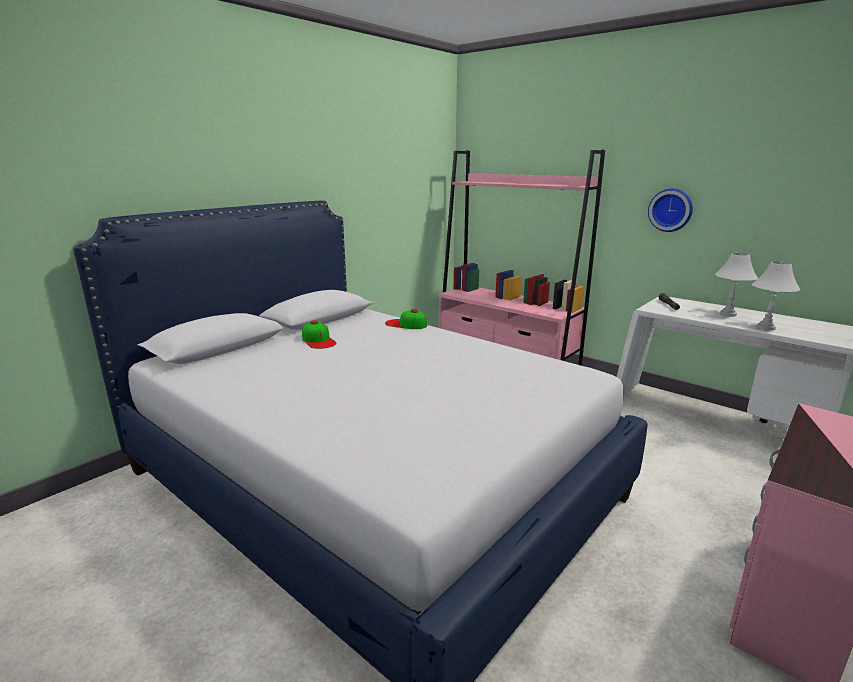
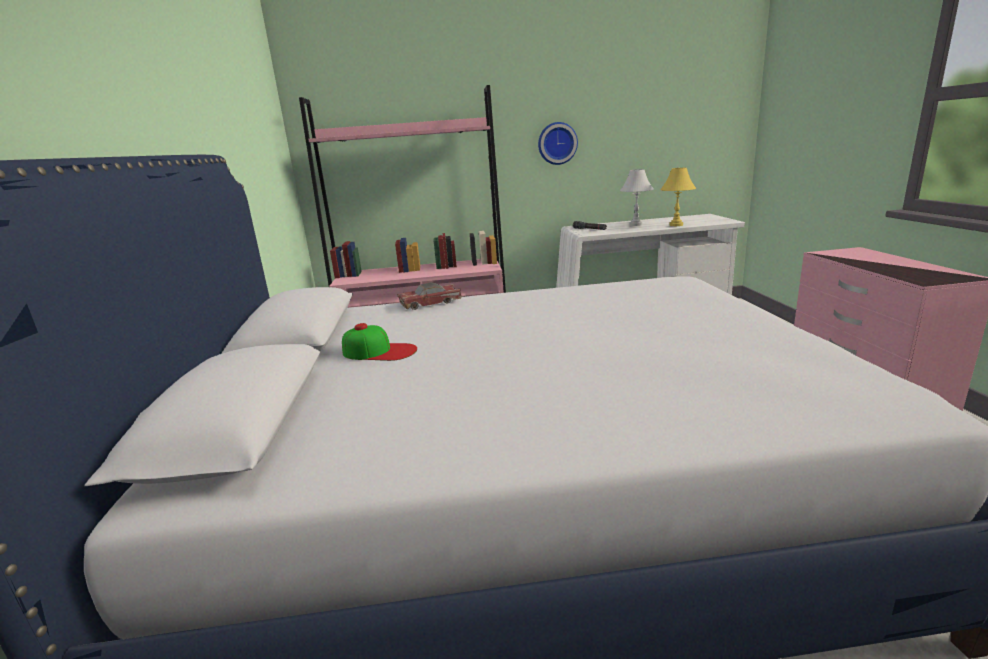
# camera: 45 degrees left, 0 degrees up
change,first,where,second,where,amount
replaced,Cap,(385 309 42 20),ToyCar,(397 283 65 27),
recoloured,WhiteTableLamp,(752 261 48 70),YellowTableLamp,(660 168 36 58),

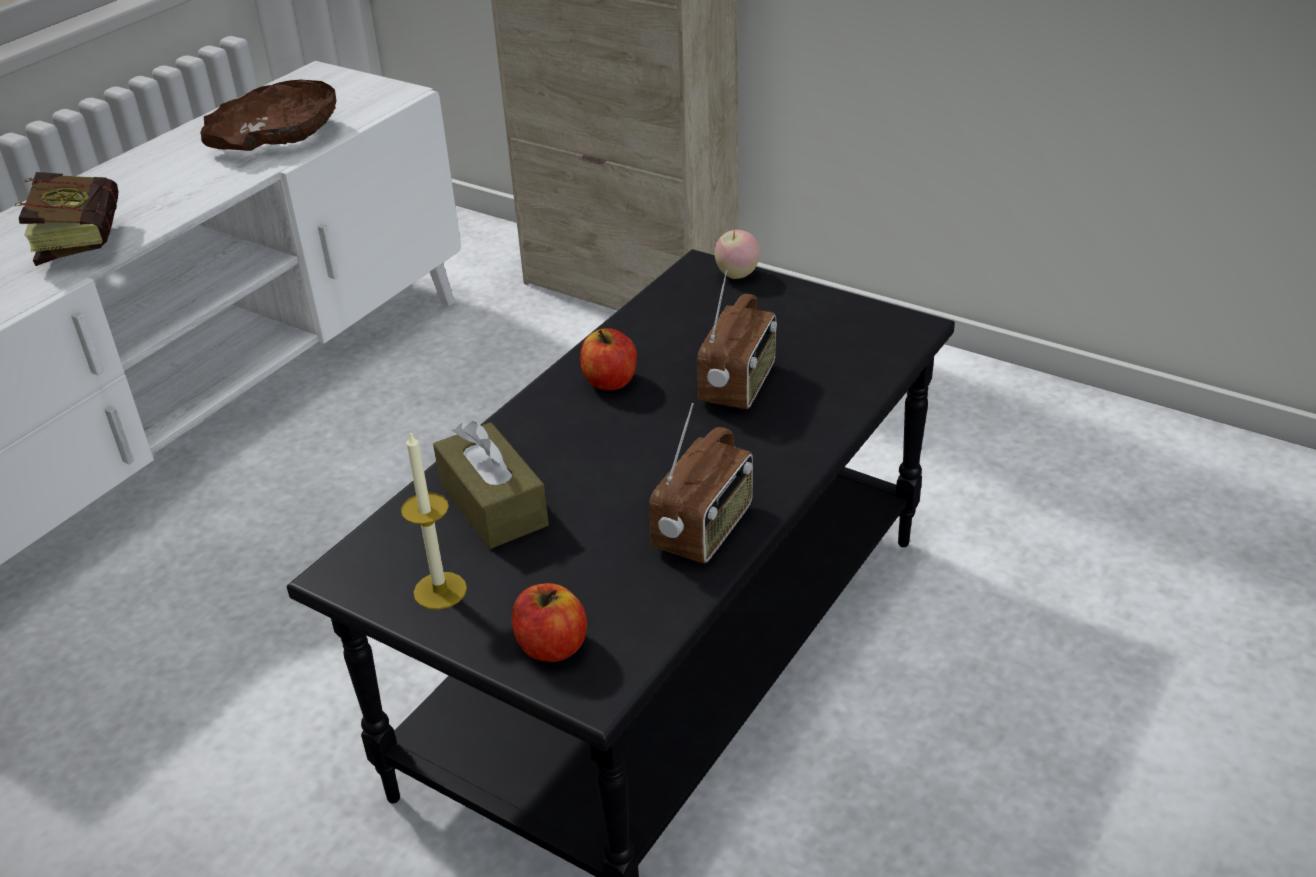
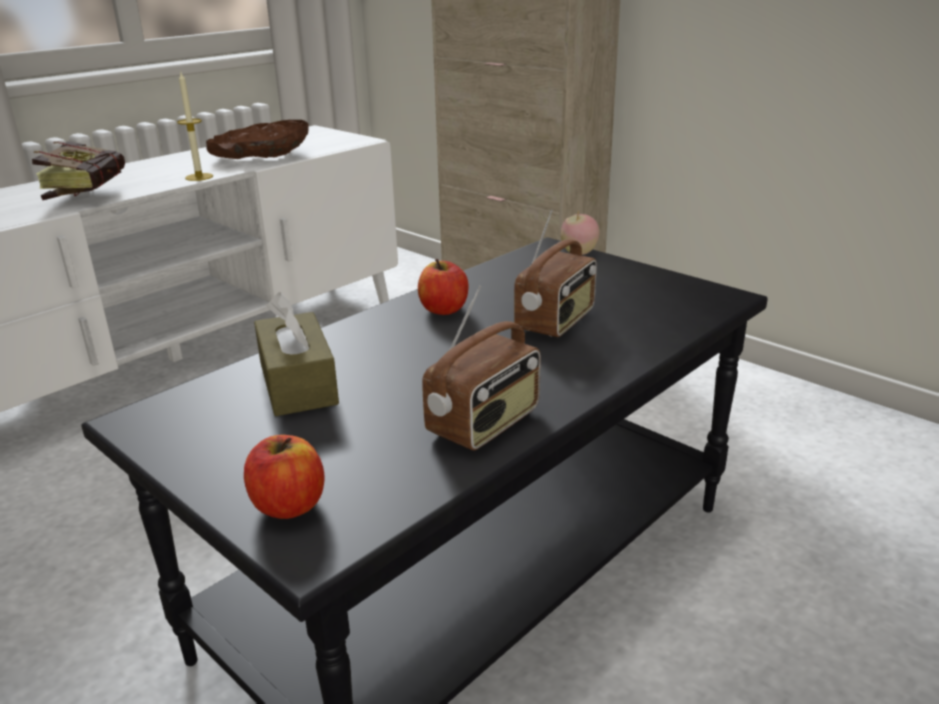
# camera: 10 degrees right, 10 degrees down
change,first,where,second,where,amount
moved,Candle,(401 431 66 179),,(177 73 36 108),

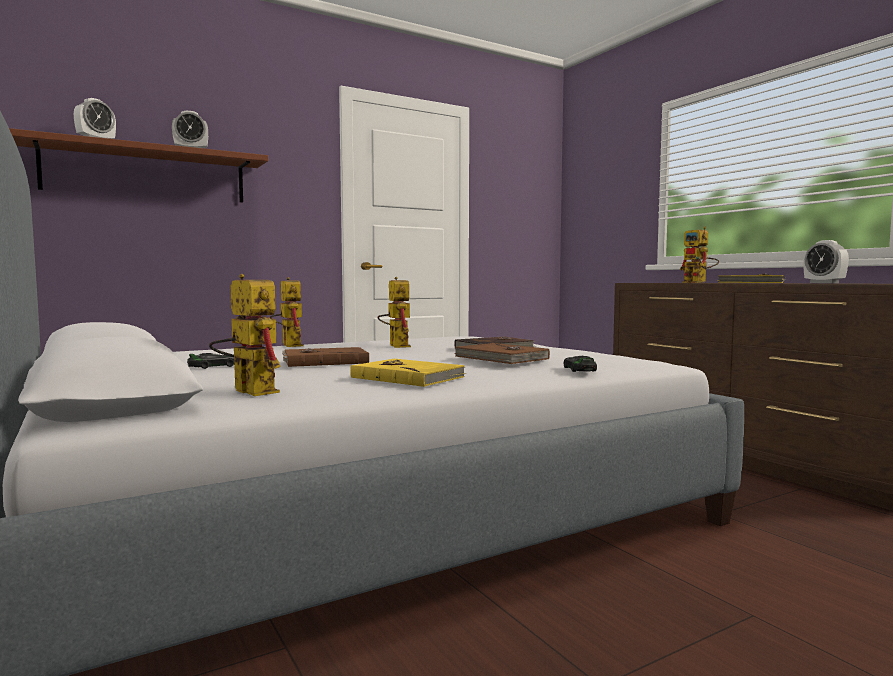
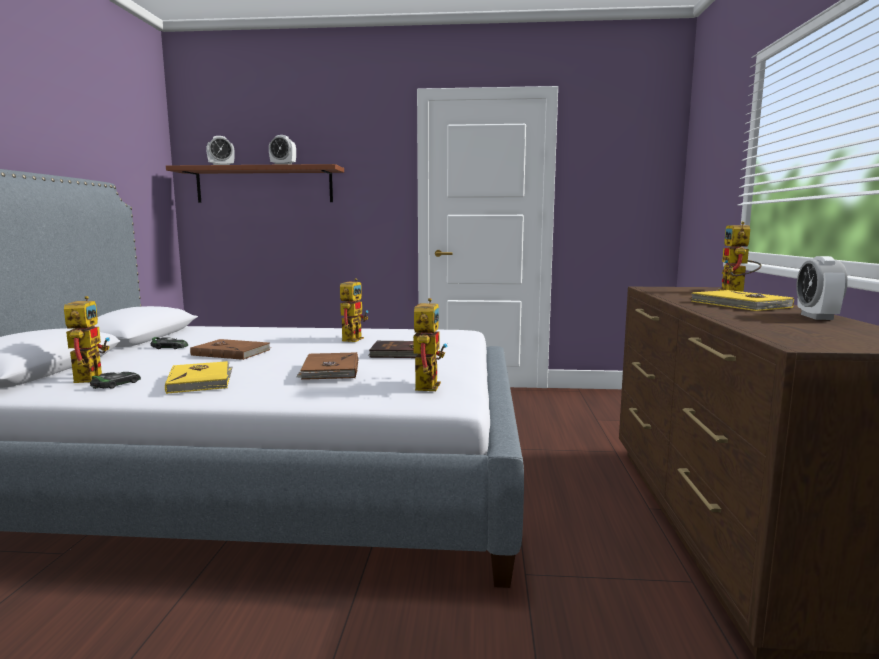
# camera: 35 degrees right, 5 degrees up
change,first,where,second,where,amount
moved,ToyRobot,(270 277 34 70),,(409 298 38 93),
moved,ToyCar,(564 356 33 16),,(90 372 51 17),

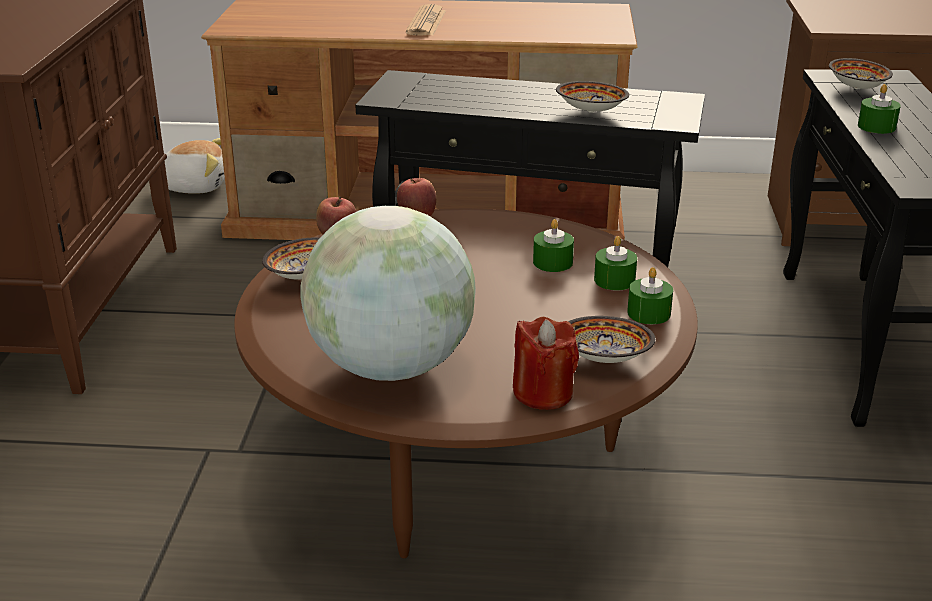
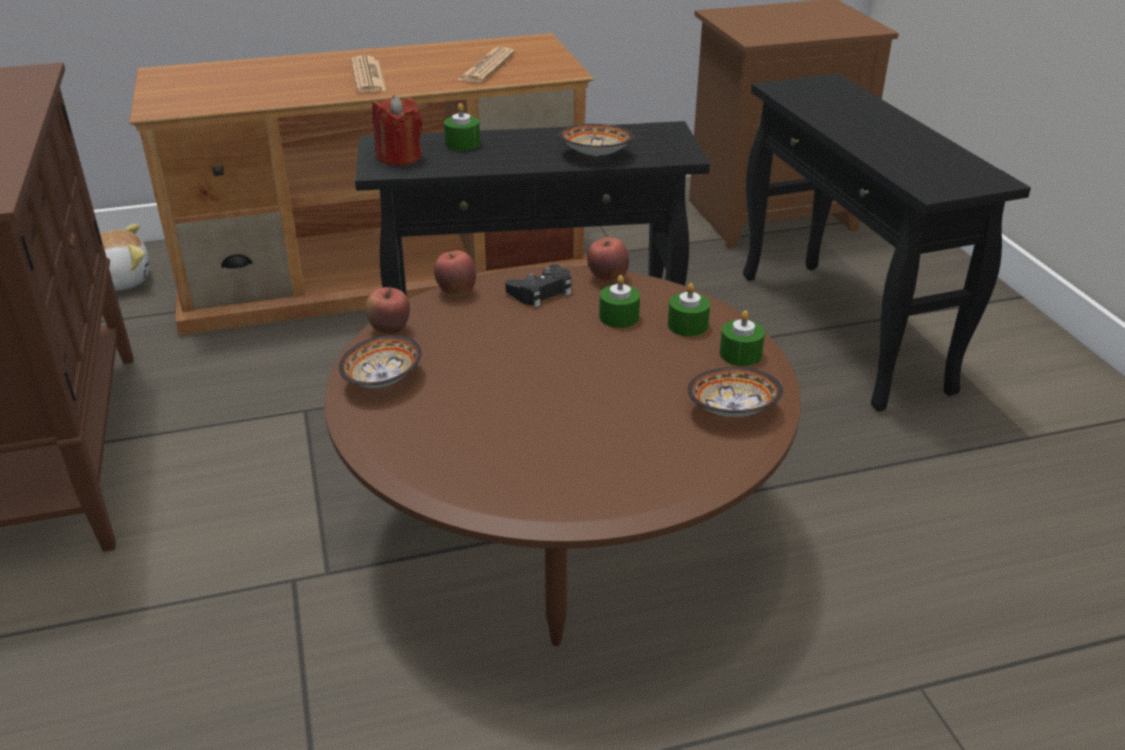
# camera: 20 degrees left, 5 degrees up
change,first,where,second,where,amount
removed,Globe,(300 206 176 175),,,
moved,RedCandle,(513 317 66 93),,(372 95 50 71),
removed,Bowl,(829 58 64 31),,,
moved,GreenCandle,(858 84 43 50),,(444 103 36 48),
added,,,Newspaper,(457 47 58 36),
added,,,BlackGameController,(505 264 67 43),
added,,,Apple,(587 238 42 44),

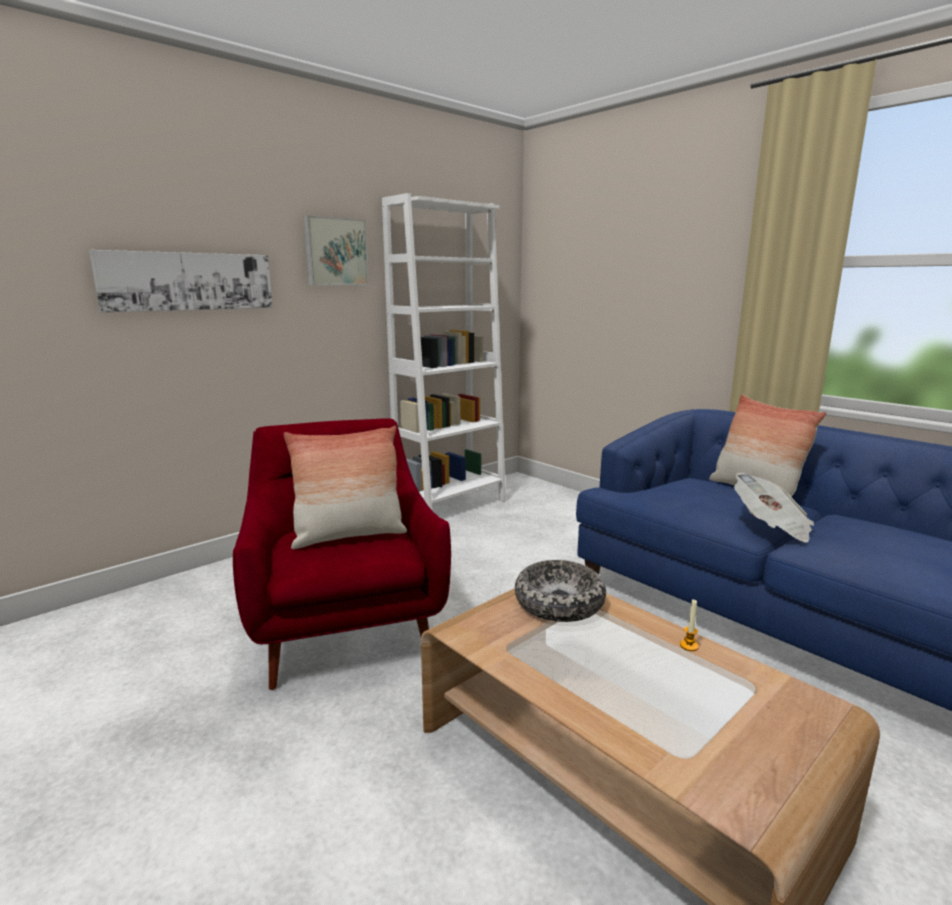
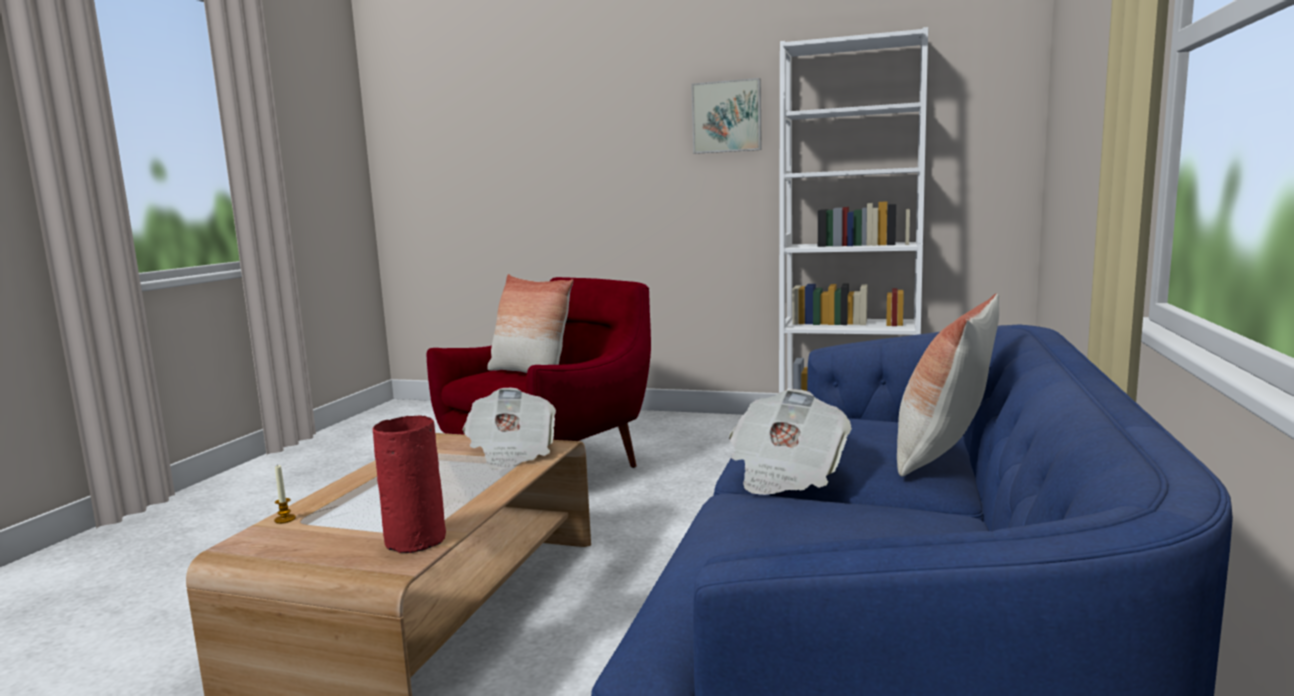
# camera: 60 degrees right, 5 degrees down
change,first,where,second,where,amount
removed,Picture,(89 250 184 63),,,
replaced,Bowl,(515 560 91 62),Newspaper,(463 387 93 83),
moved,Candle,(680 599 19 52),,(274 464 22 60),
added,,,RedVase,(373 415 73 138),

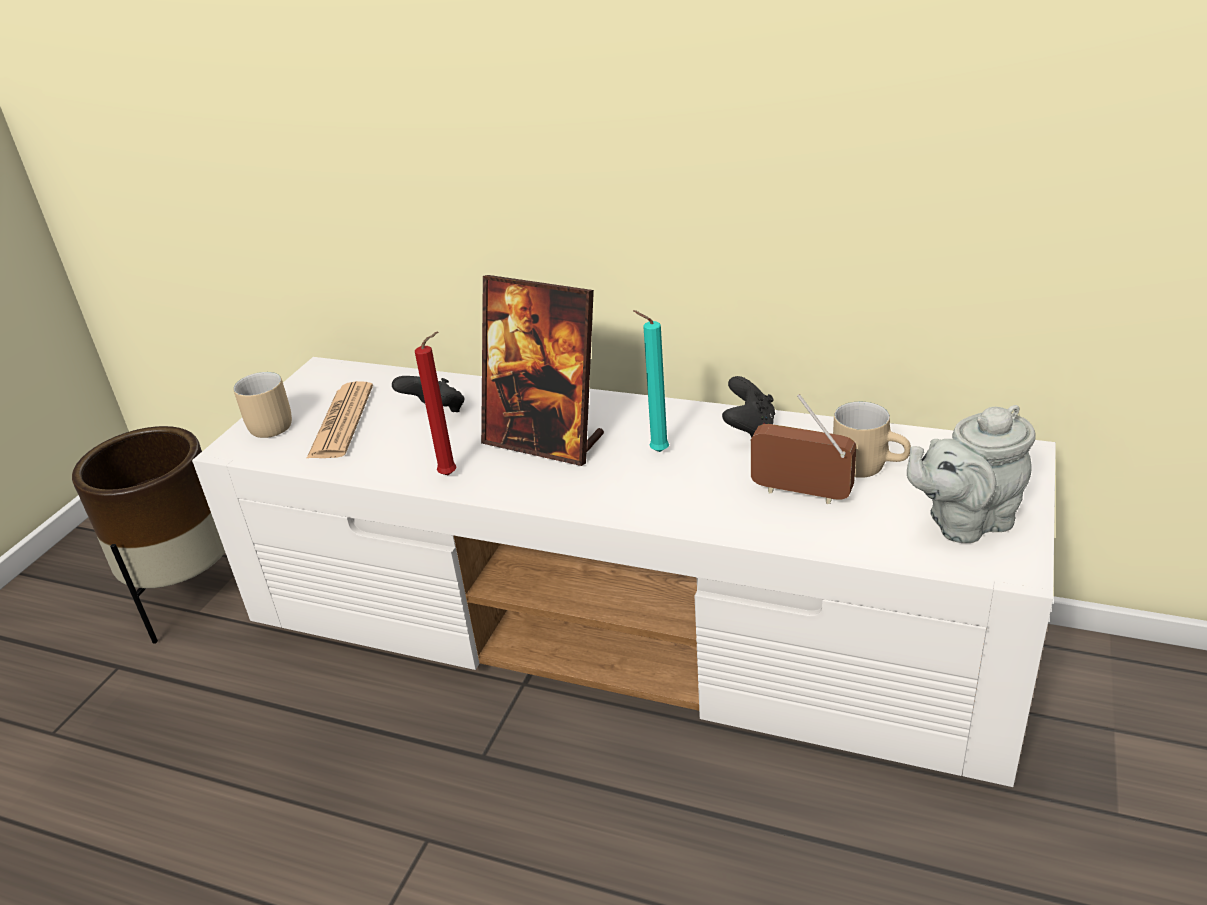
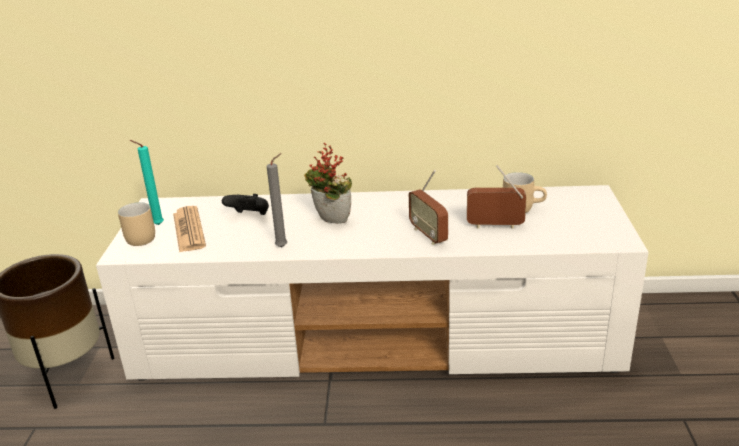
# camera: 20 degrees left, 5 degrees down
change,first,where,second,where,amount
recoloured,RedCandle,(415 332 42 143),GreyCandle,(267 153 20 94),
replaced,PictureFrame,(481 275 123 191),PottedPlant,(304 142 48 82),
moved,TurquoiseCandle,(633 310 36 142),,(130 140 34 85),
removed,BlackGameController,(722 376 53 62),,,
removed,GreyTeapot,(907 405 129 138),,,
added,,,Radio,(409 170 39 75),

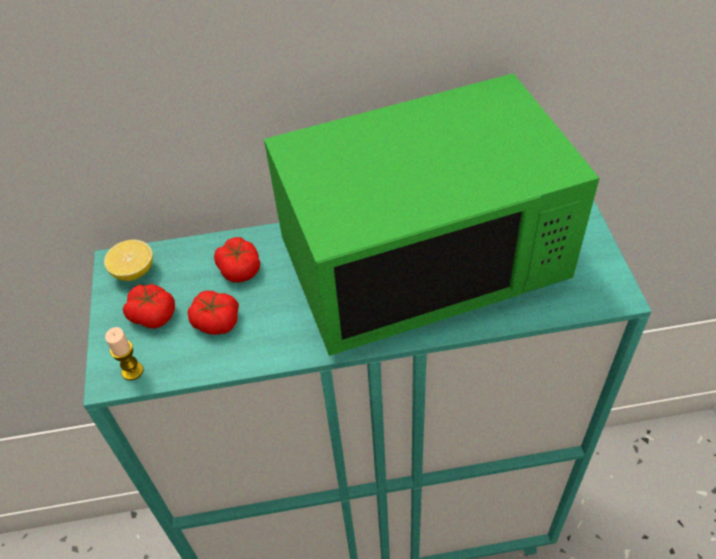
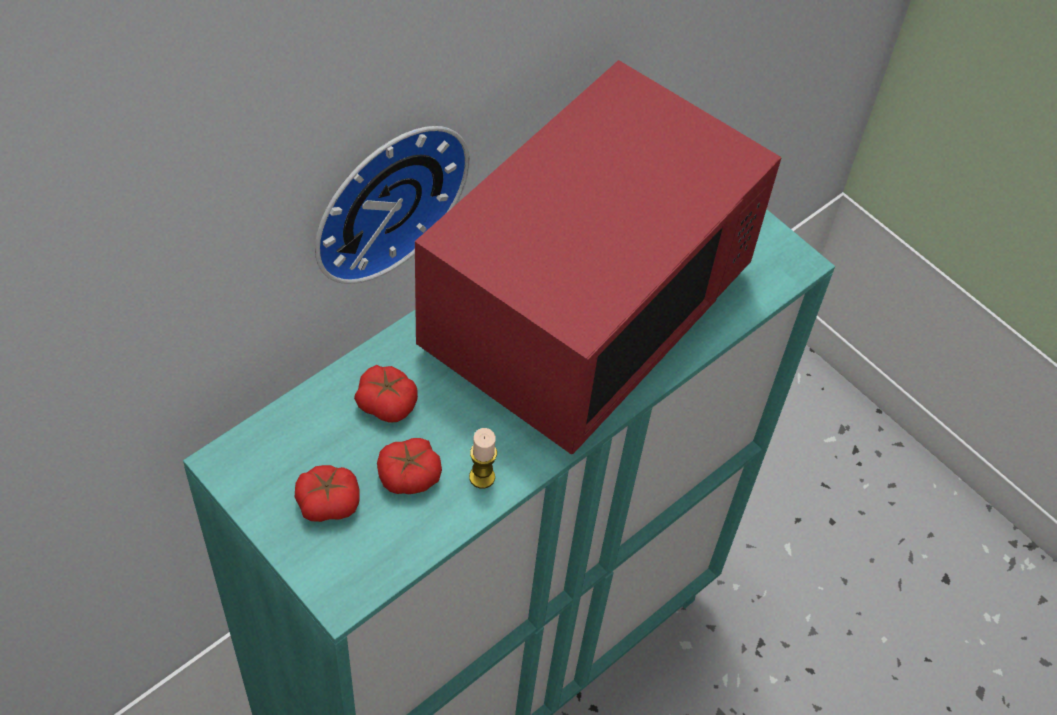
# camera: 40 degrees left, 5 degrees up
change,first,where,second,where,amount
removed,Lemon,(104 240 49 41),,,
moved,Candle,(105 327 38 54),,(469 428 28 61),
recoloured,GreenMicrowave,(264 73 335 283),RedMicrowave,(415 60 367 394),
added,,,WallClock,(315 126 155 158),

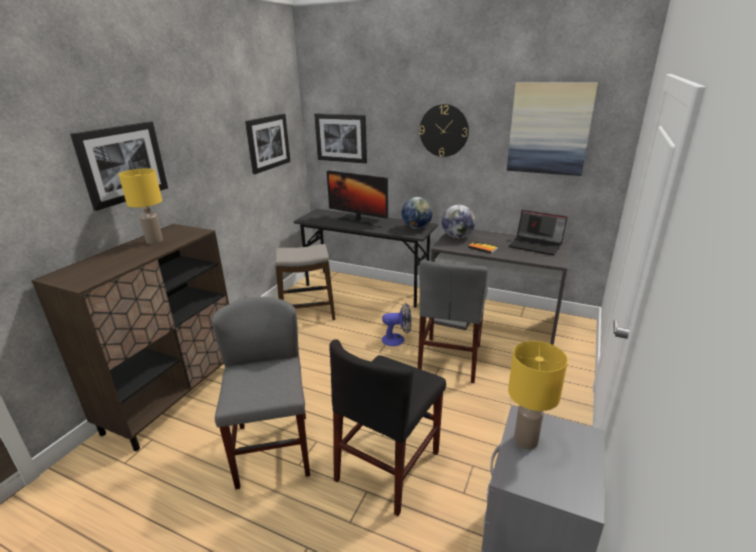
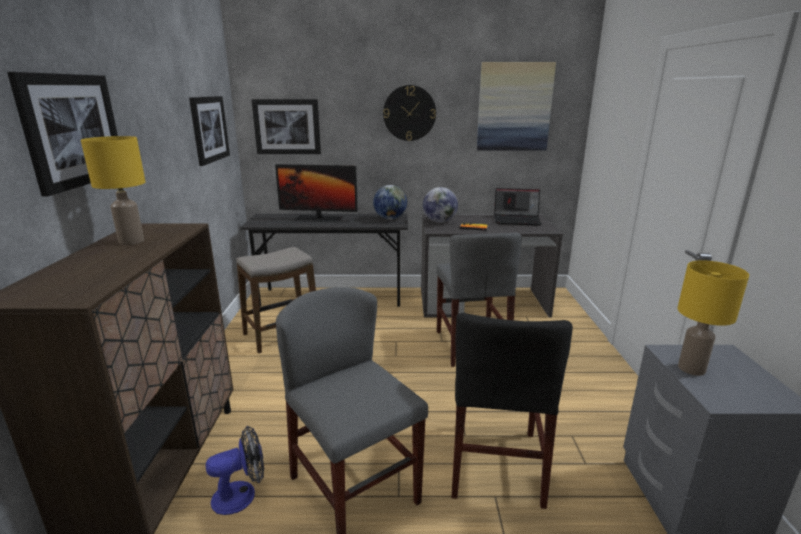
# camera: 25 degrees left, 5 degrees down
change,first,where,second,where,amount
moved,Fan,(382 303 30 43),,(205 426 59 89),

